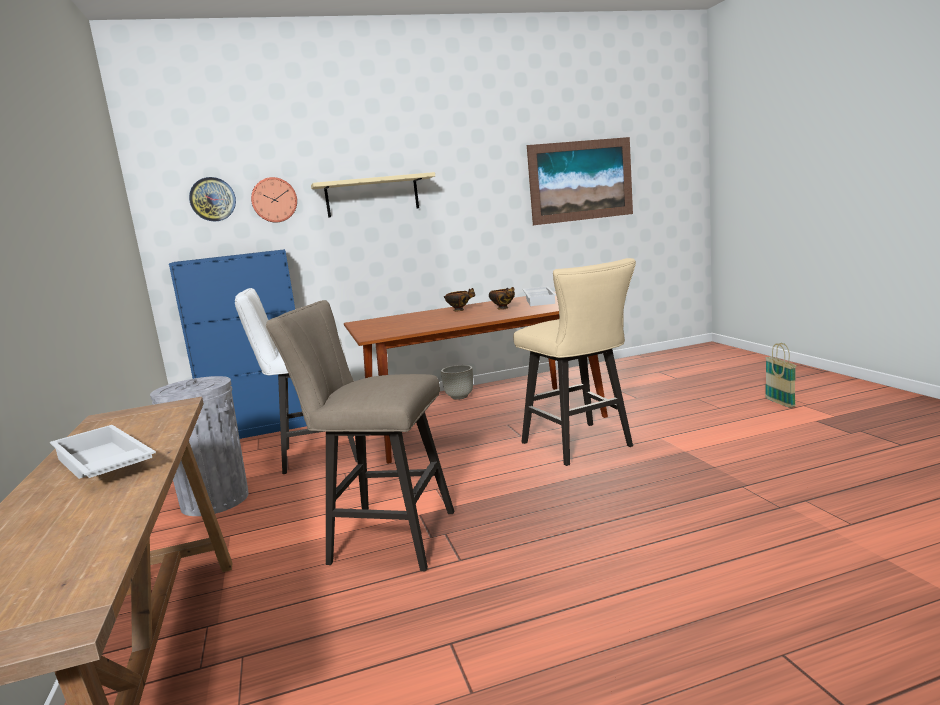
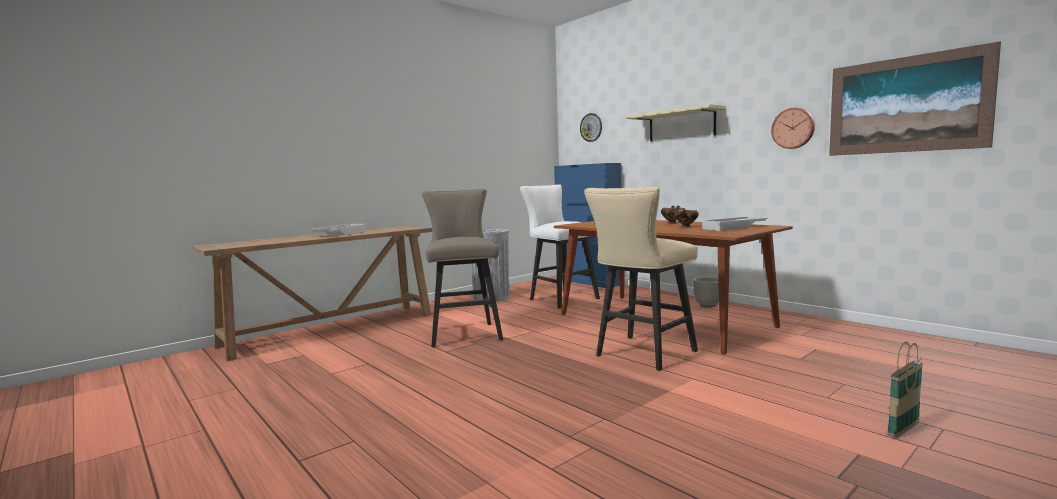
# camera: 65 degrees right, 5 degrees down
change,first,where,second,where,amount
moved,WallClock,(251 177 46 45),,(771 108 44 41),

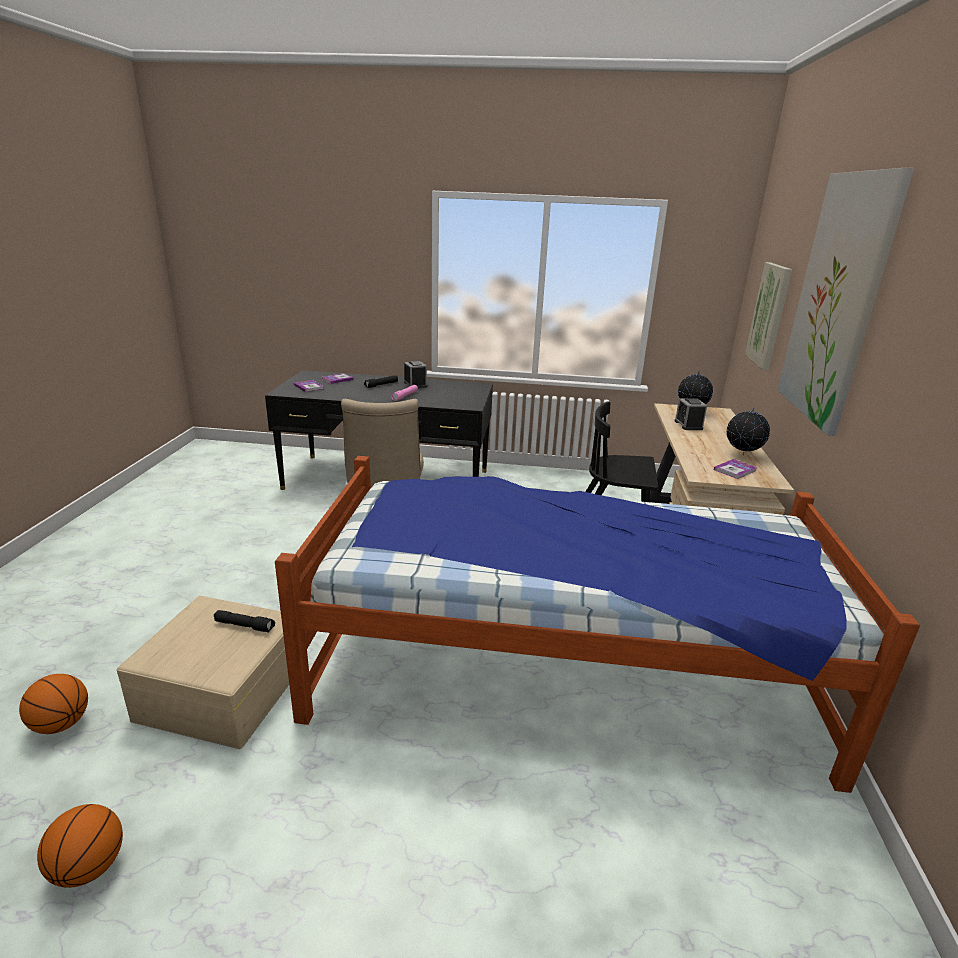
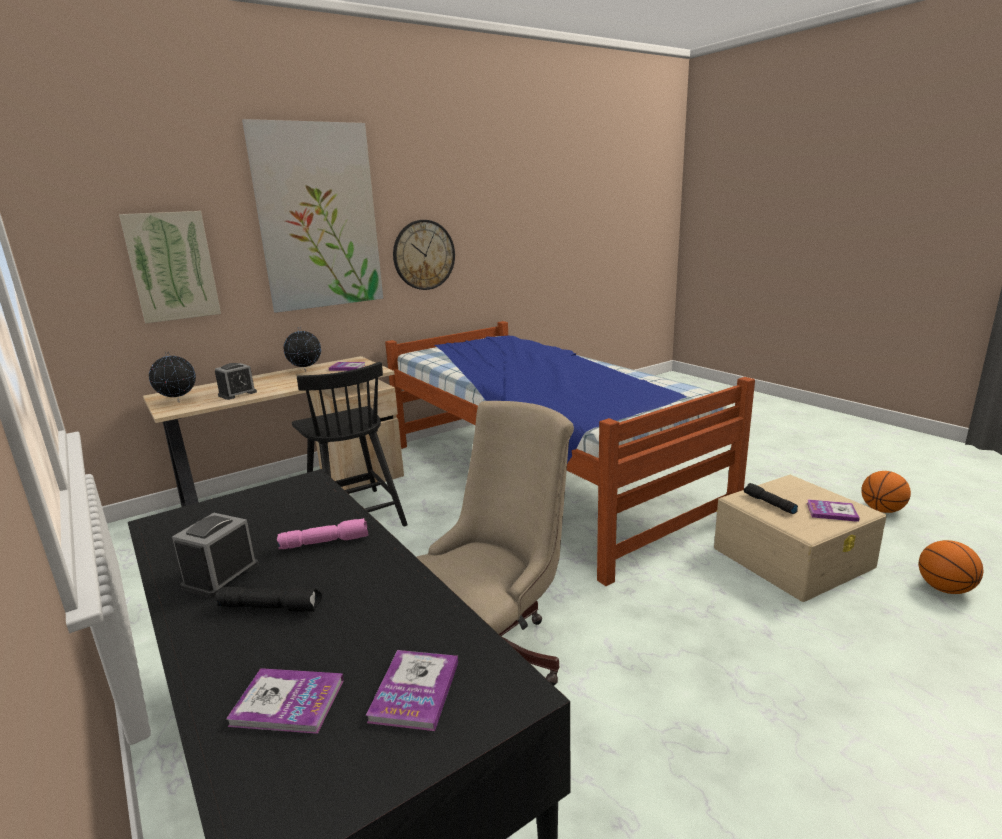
# camera: 130 degrees left, 5 degrees down
change,first,where,second,where,amount
added,,,WallClock,(393 220 62 70),
added,,,Book,(807 499 53 23),

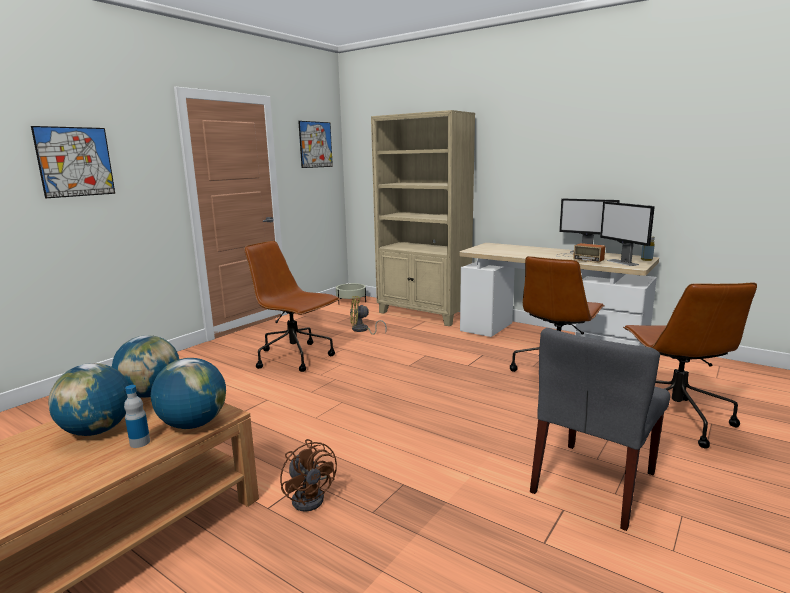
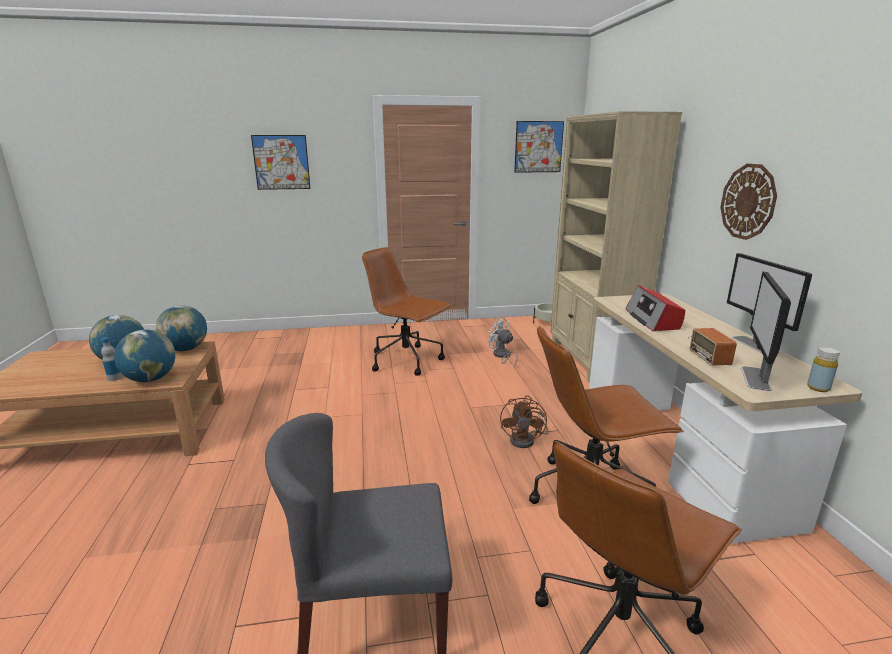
# camera: 45 degrees right, 5 degrees up
change,first,where,second,where,amount
turned,BrownOfficeChair,(244 241 95 131),,(362 247 90 129),45 degrees counterclockwise
moved,BrownFan,(280 439 57 73),,(500 395 49 53),
recoloured,YellowFan,(350 296 37 39),WhiteFan,(488 318 30 49),
added,,,Radio,(625 285 60 46),
added,,,WallClock,(720 164 57 76),

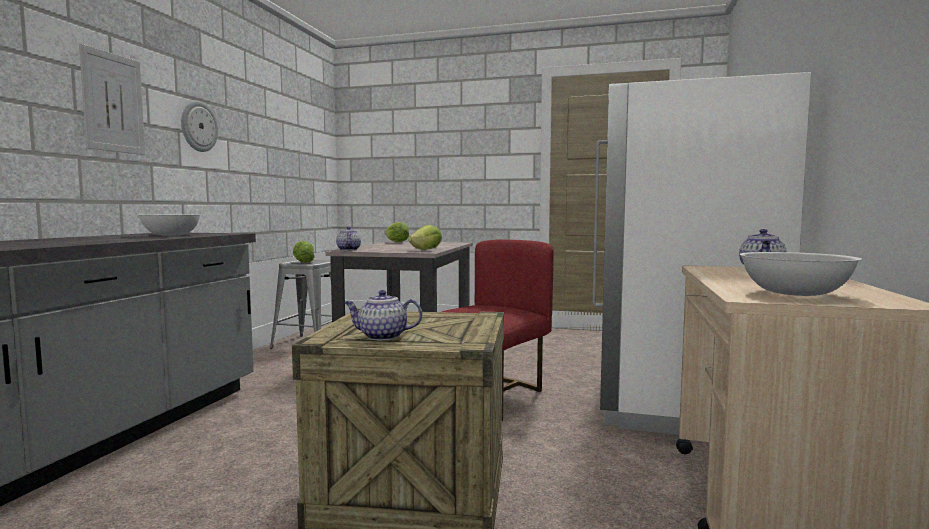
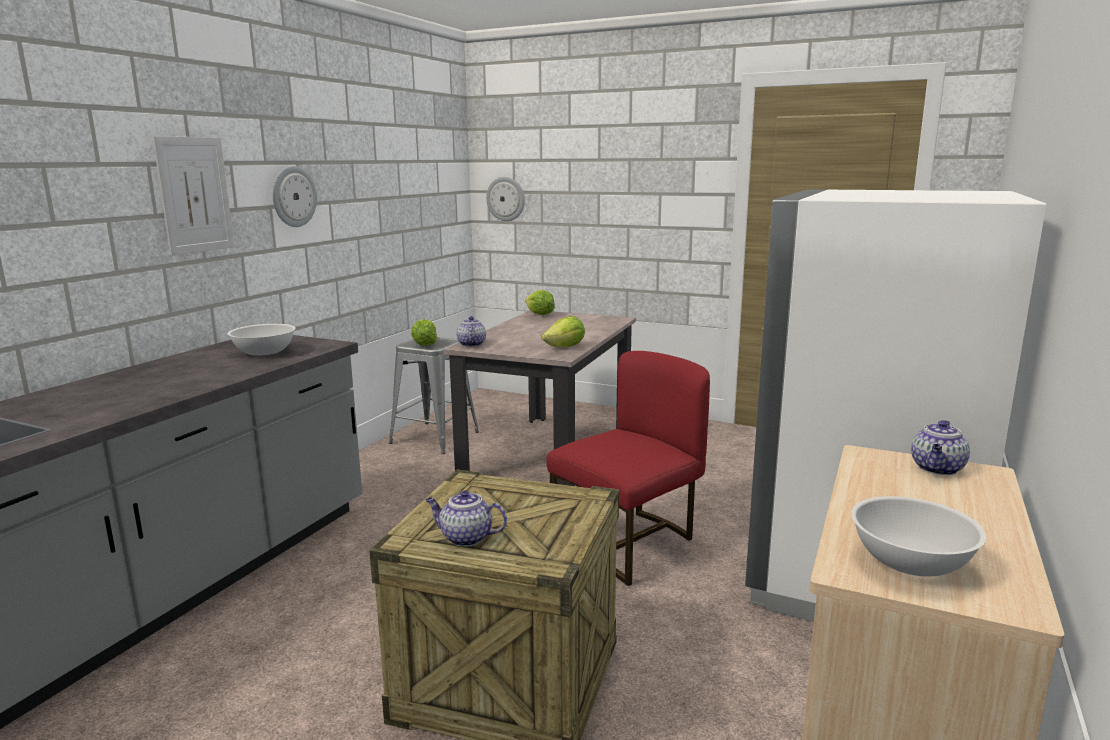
# camera: 10 degrees right, 10 degrees up
change,first,where,second,where,amount
added,,,WallClock,(486 177 39 44),

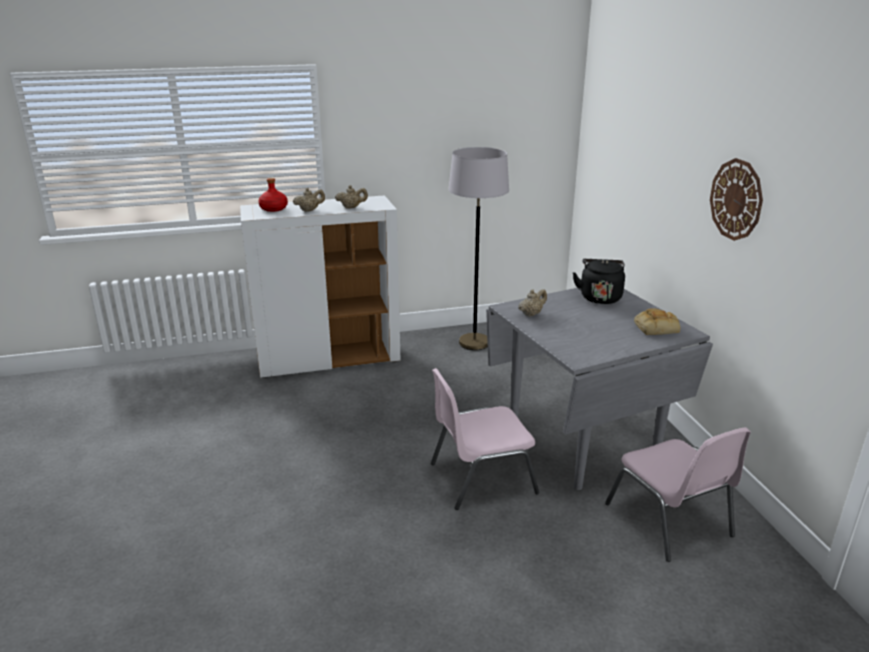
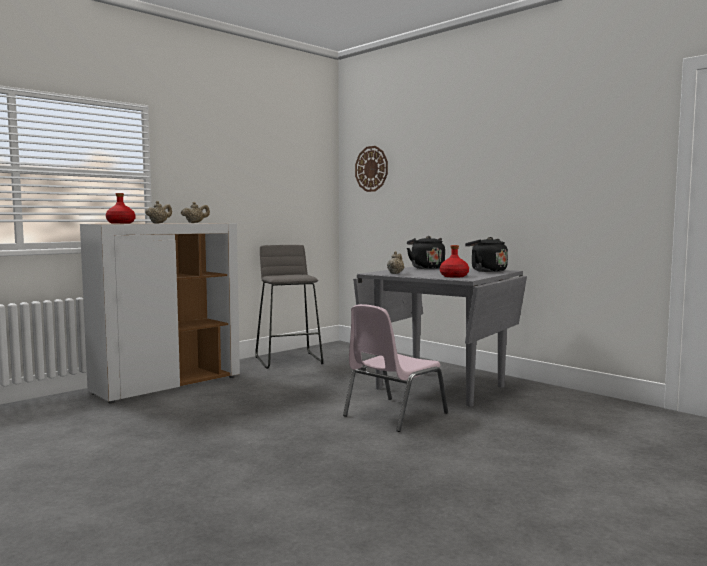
# camera: 30 degrees left, 20 degrees down
change,first,where,second,where,amount
replaced,GreyFloorLamp,(448 147 61 203),GreyStool,(255 245 69 124),
removed,PinkChair,(605 428 146 134),,,
replaced,Bread,(634 308 46 27),BlackKettle,(465 237 43 35),
moved,WallClock,(710 158 53 83),,(355 146 33 46),
added,,,RedBottle,(440 245 29 33),

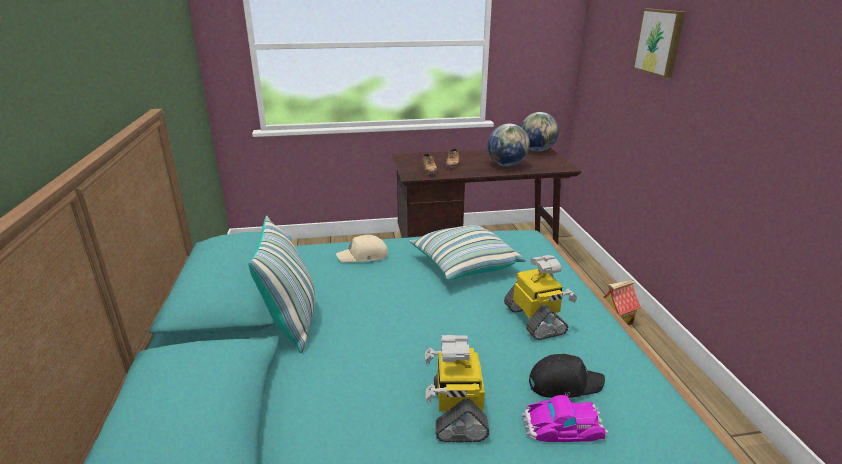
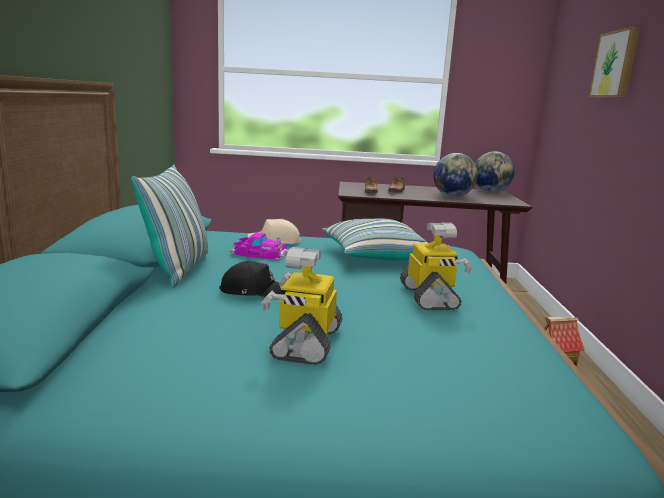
# camera: 10 degrees right, 10 degrees down
change,first,where,second,where,amount
moved,ToyCar,(521 395 88 47),,(230 232 58 27),
moved,BlackCap,(529 354 76 44),,(219 261 62 36),

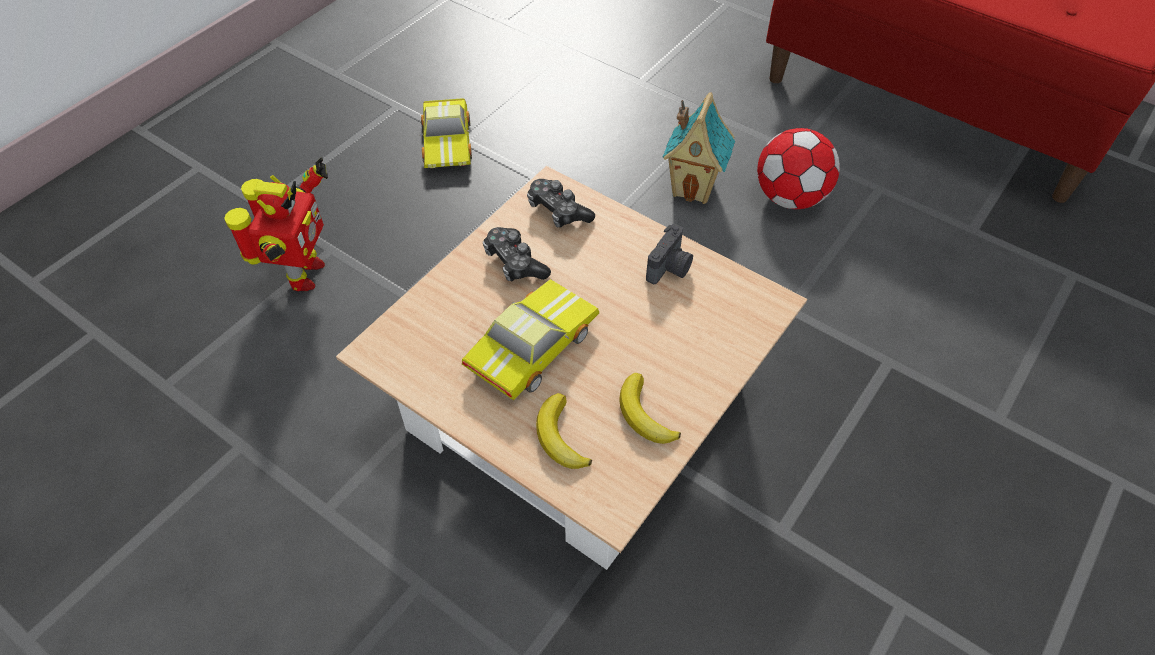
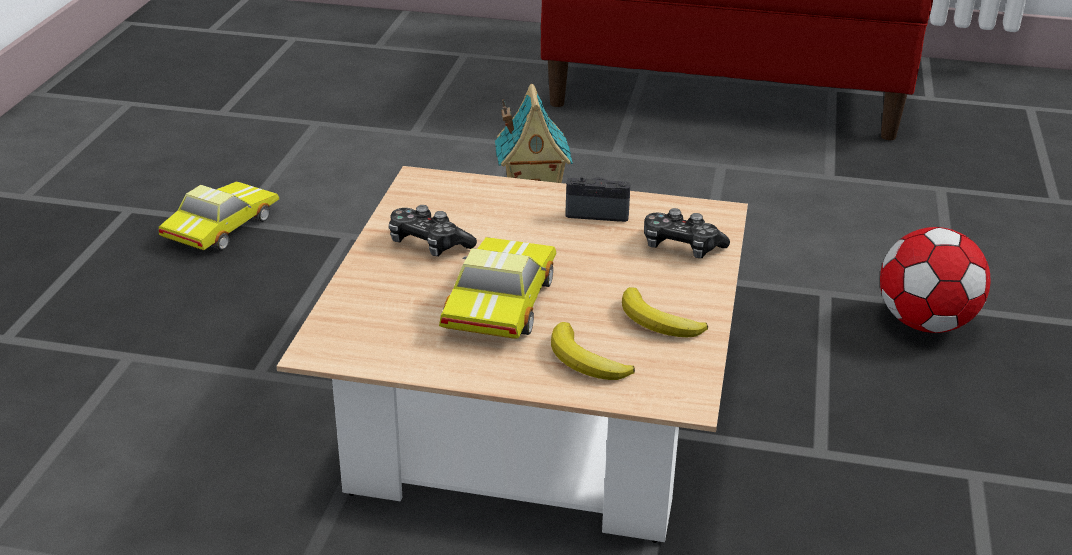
# camera: 25 degrees left, 20 degrees down
change,first,where,second,where,amount
removed,ToyRobot,(224 158 104 133),,,
turned,ToyCar,(420 98 52 70),,(159 181 120 70),120 degrees counterclockwise
moved,GameController,(527 179 68 49),,(644 208 86 50),
turned,PhotoCamera,(646 224 47 60),,(565 177 66 45),90 degrees counterclockwise
moved,Football,(757 128 83 81),,(880 227 111 106),

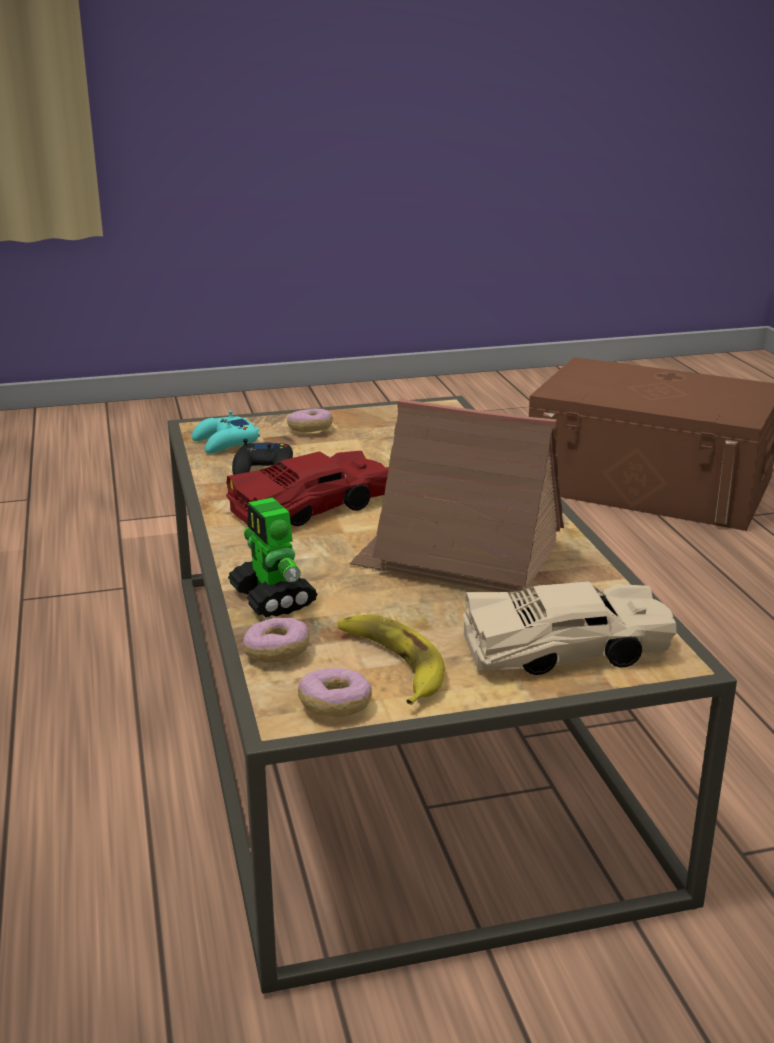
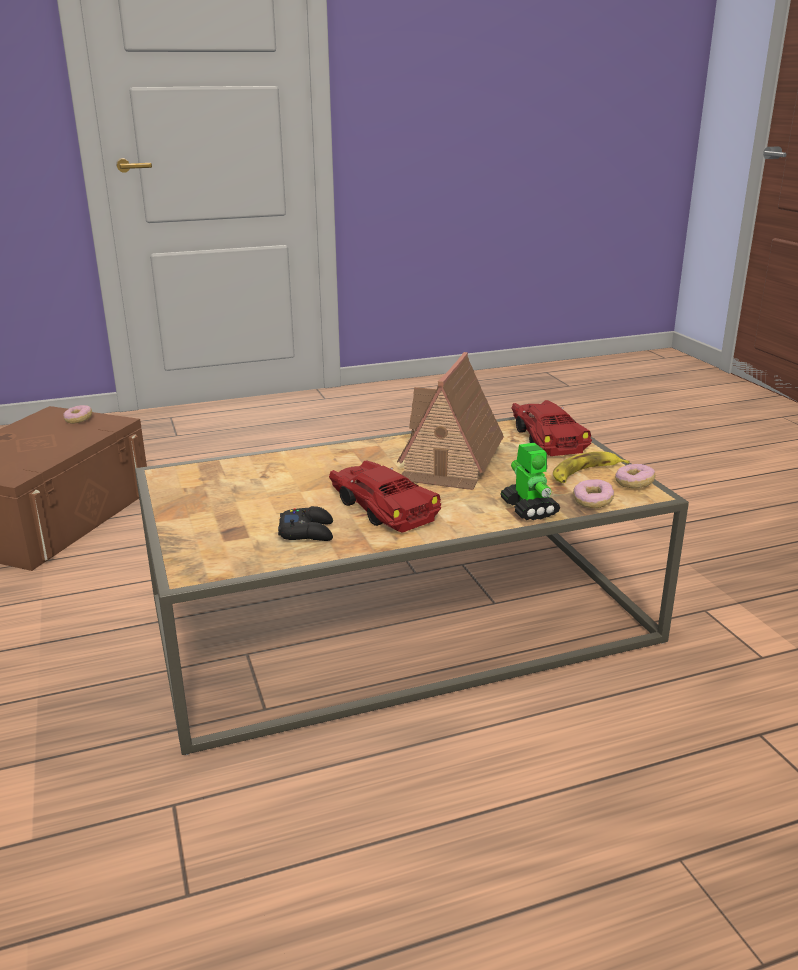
# camera: 95 degrees left, 0 degrees up
change,first,where,second,where,amount
removed,TurquoiseGameController,(191 410 69 44),,,
turned,ToyRobot,(228 497 89 121),,(500 443 60 77),75 degrees counterclockwise
moved,Donut,(287 408 46 24),,(64 405 28 19),
recoloured,BeigeToyCar,(462 581 214 94),RedToyCar,(511 400 81 56),

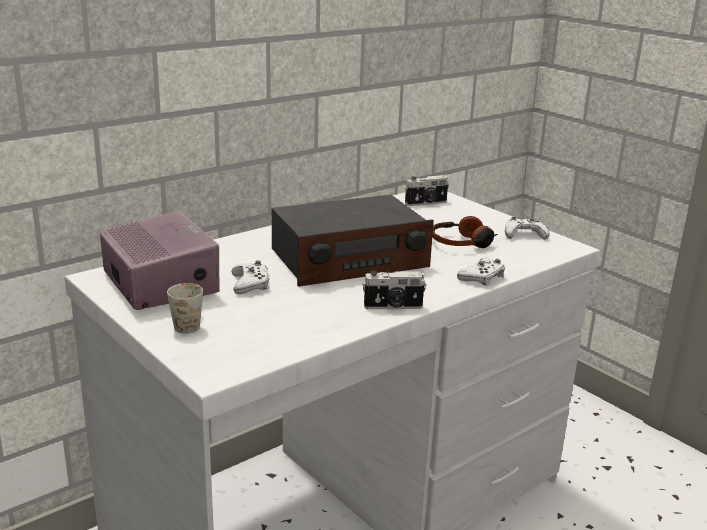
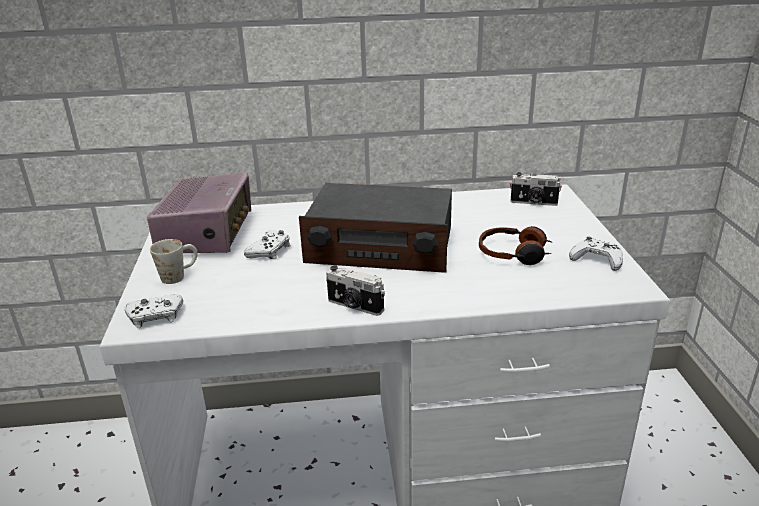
# camera: 35 degrees right, 5 degrees up
change,first,where,second,where,amount
moved,WhiteGameController,(457 258 48 27),,(125 295 58 33),

